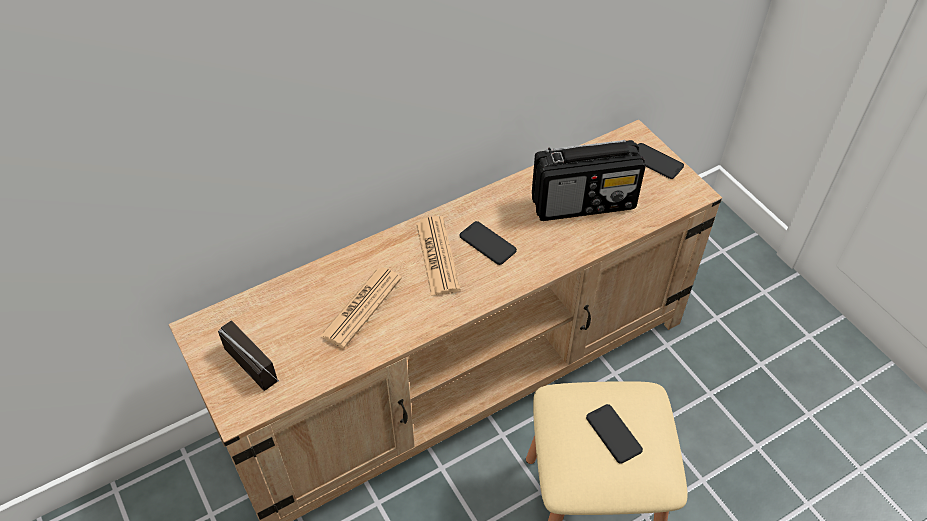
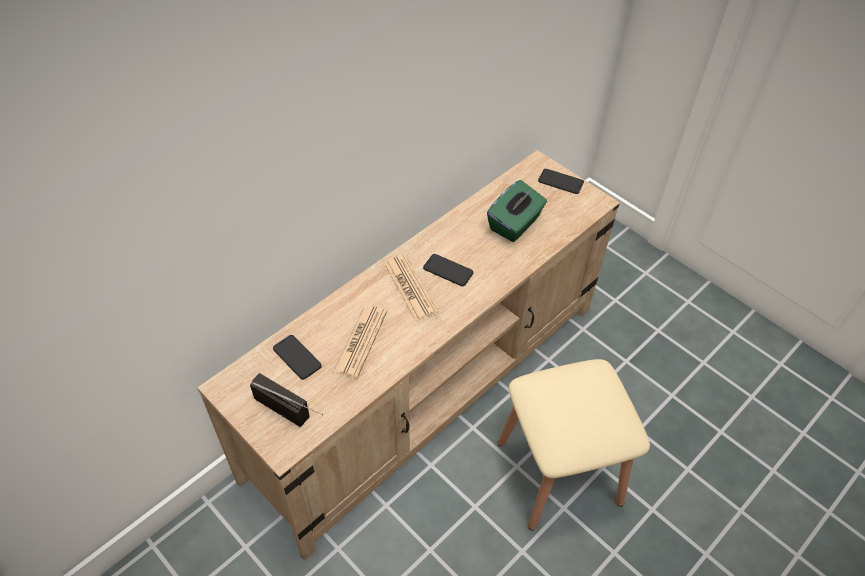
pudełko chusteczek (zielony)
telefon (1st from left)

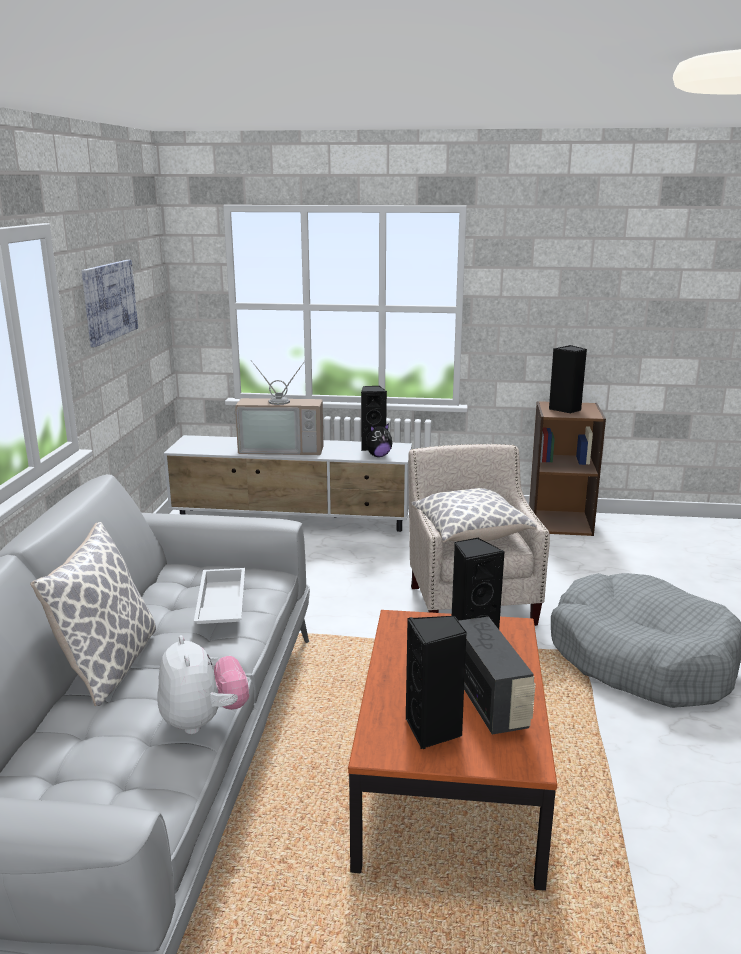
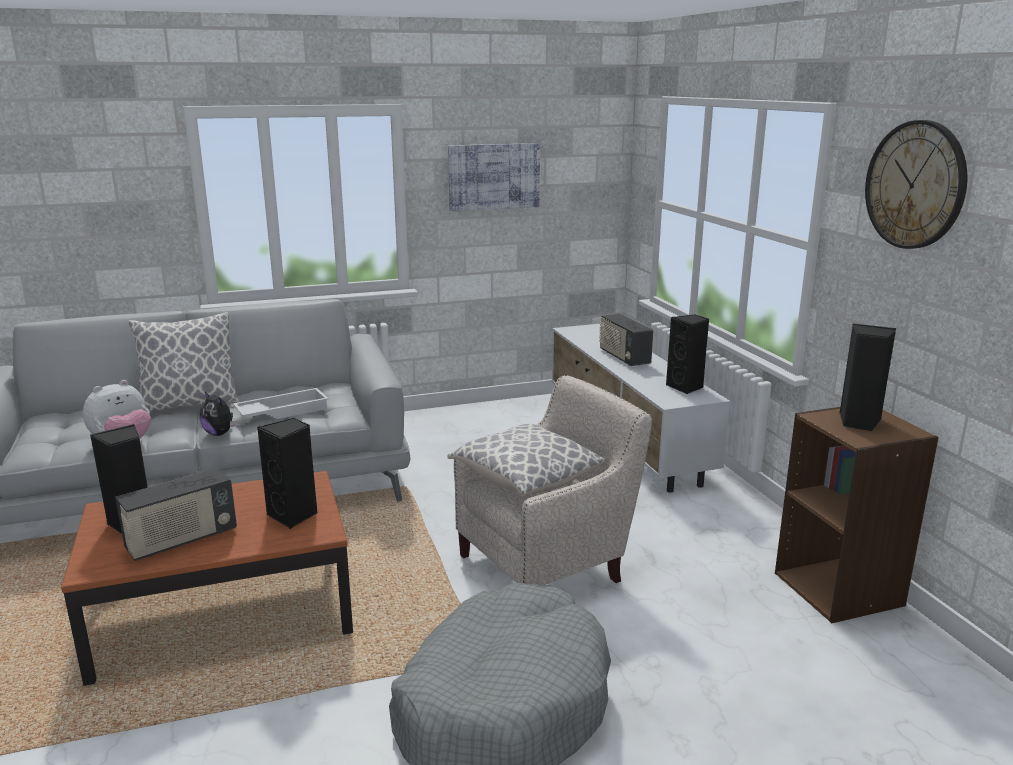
radio (2nd from left)
pluszak (2nd from left)
zegar ścienny

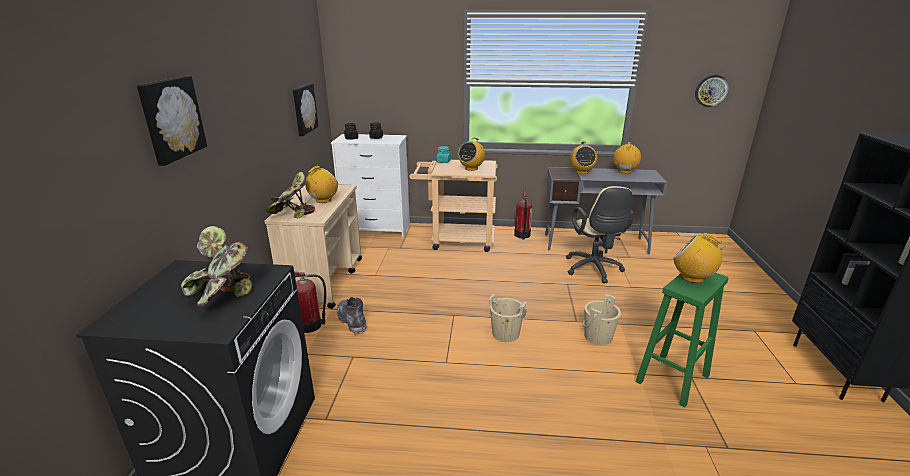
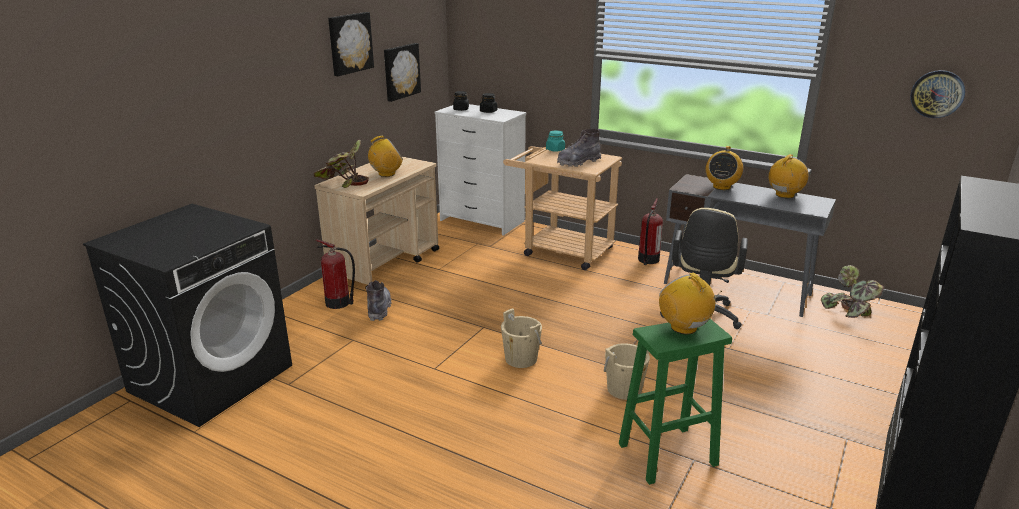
obraz (1st from left)
but z cholewką (szary) (2nd from left)
roślina doniczkowa (2nd from left)

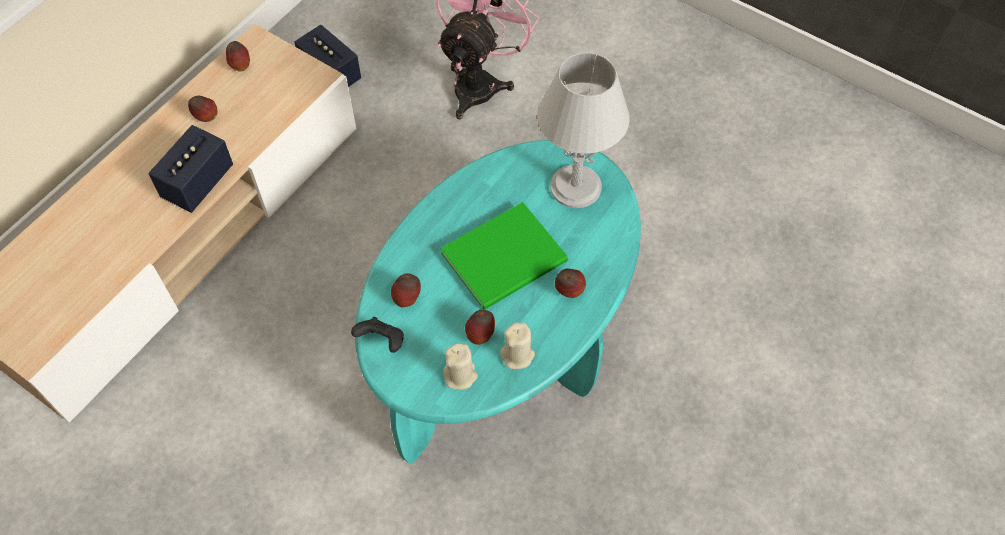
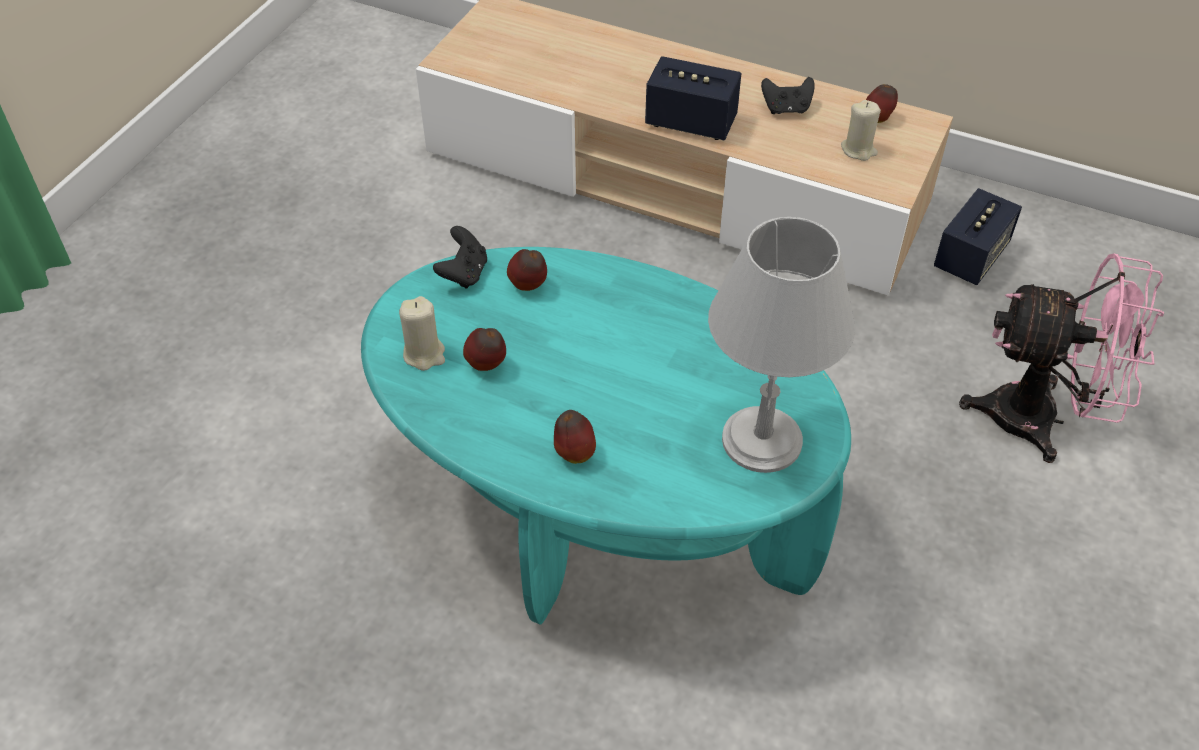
pad do gier (czarny) (2nd from left)
książka (zielony)
świeca (beżowy) (2nd from left)

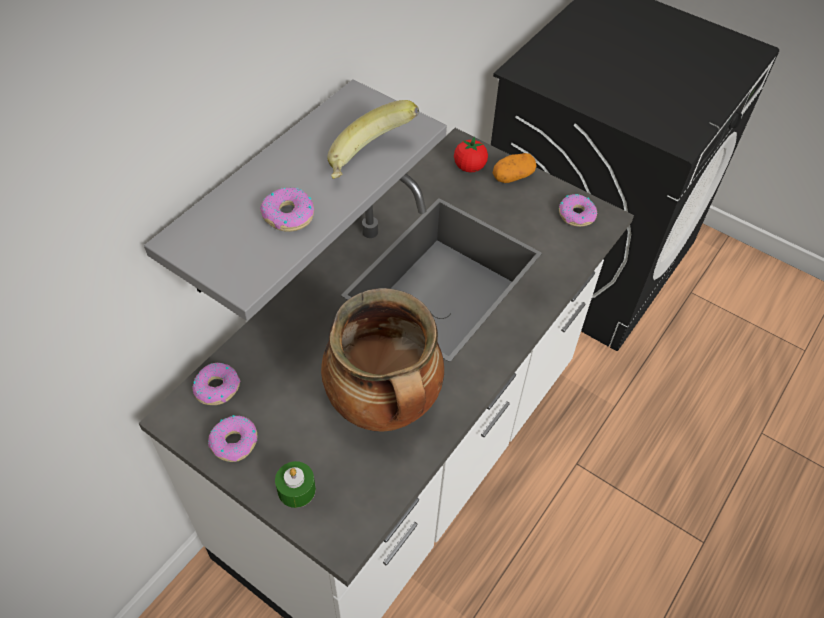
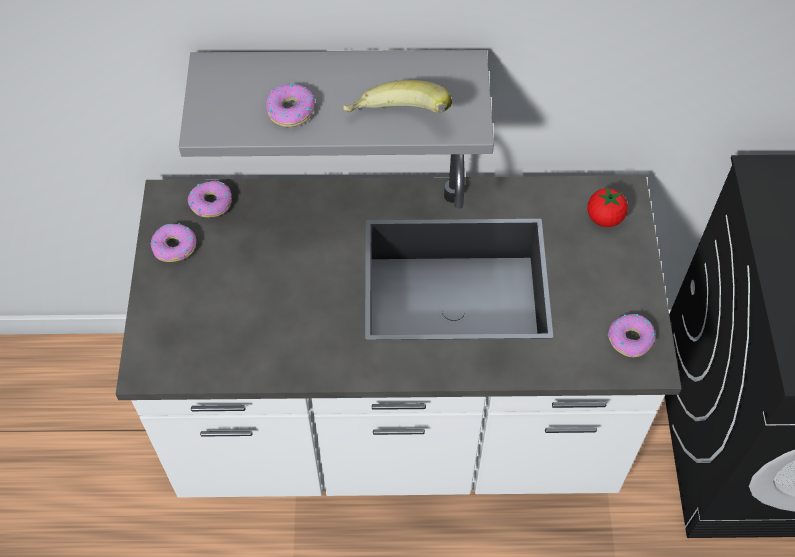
ziemniak
garnek
świeca (zielony)

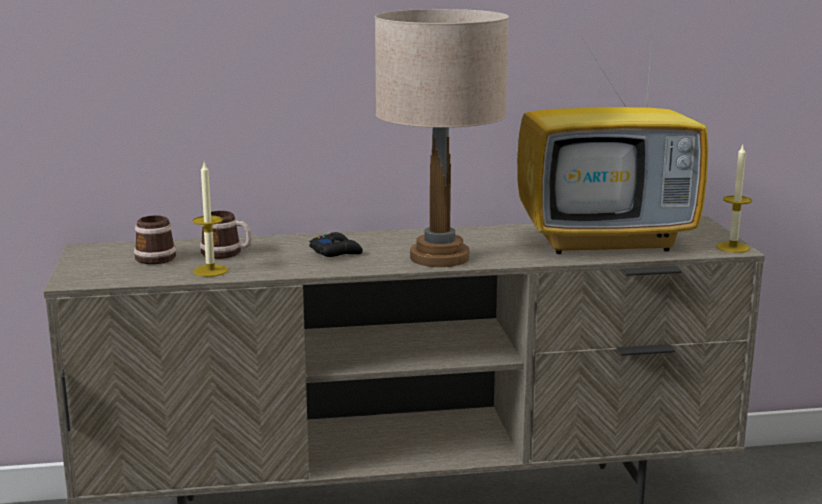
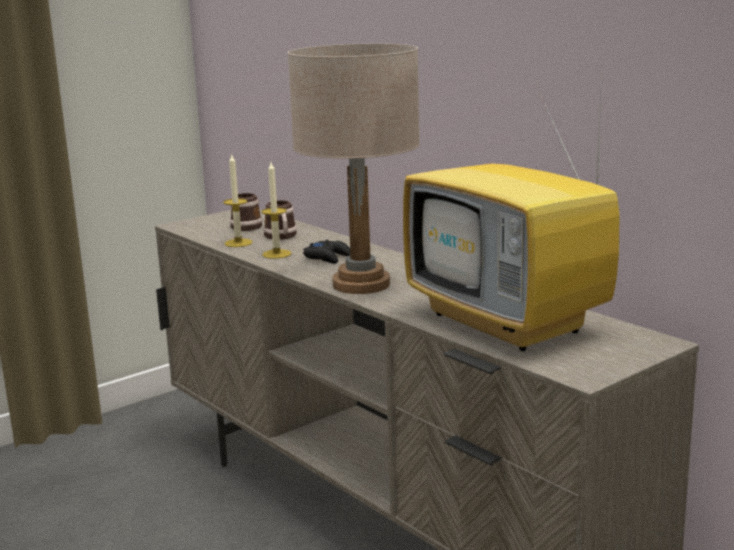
świeca (2nd from left)

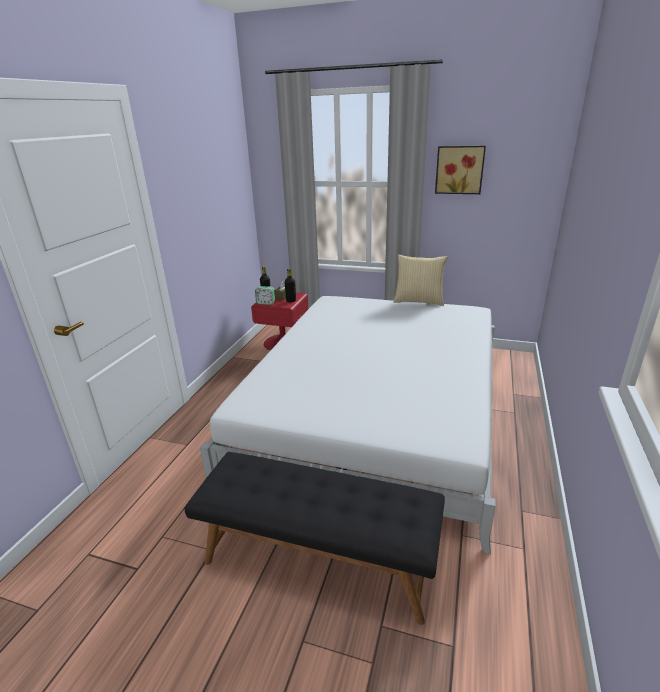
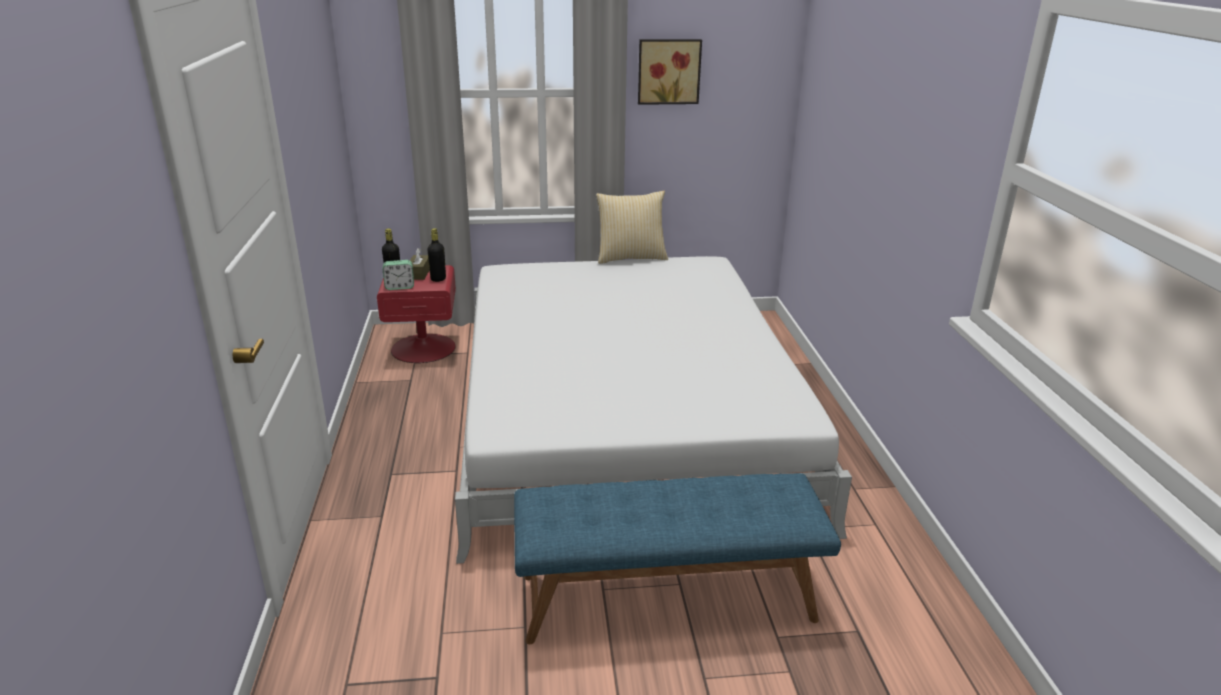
ławka (niebieski)

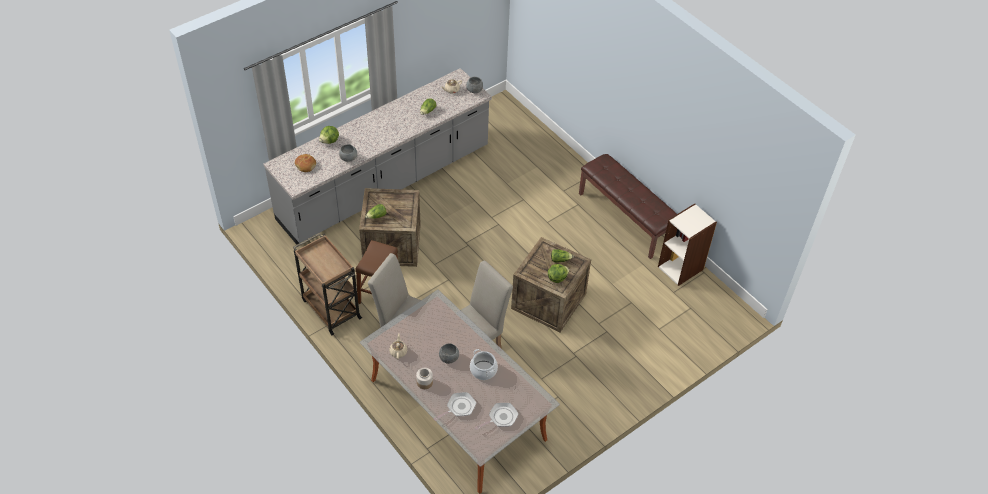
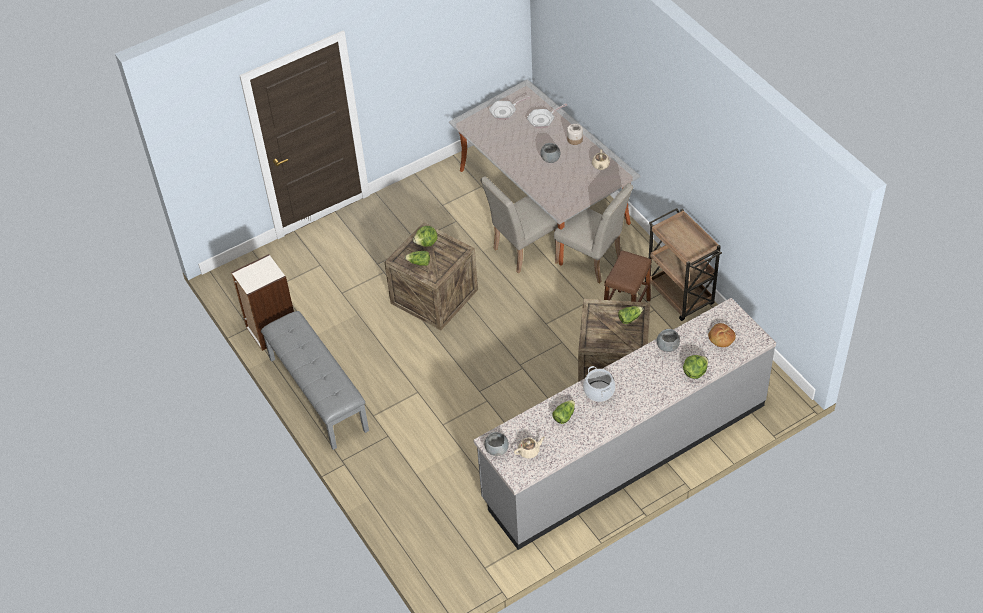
ławka (szary)
garnek

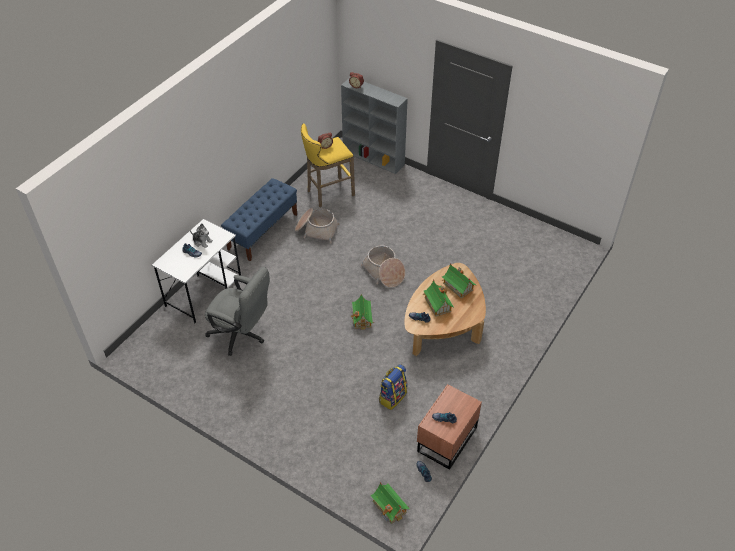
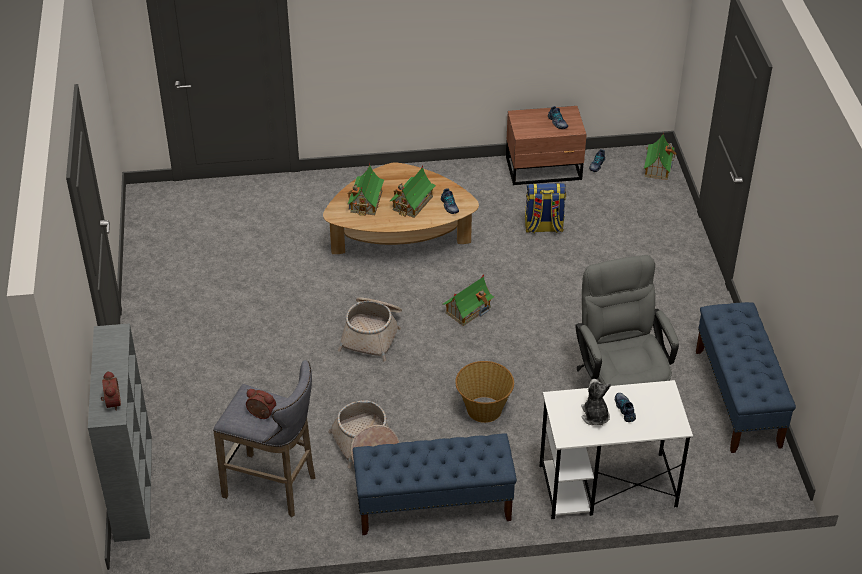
stołek (szary)
ławka (niebieski) (2nd from left)
koszyk (3rd from left)

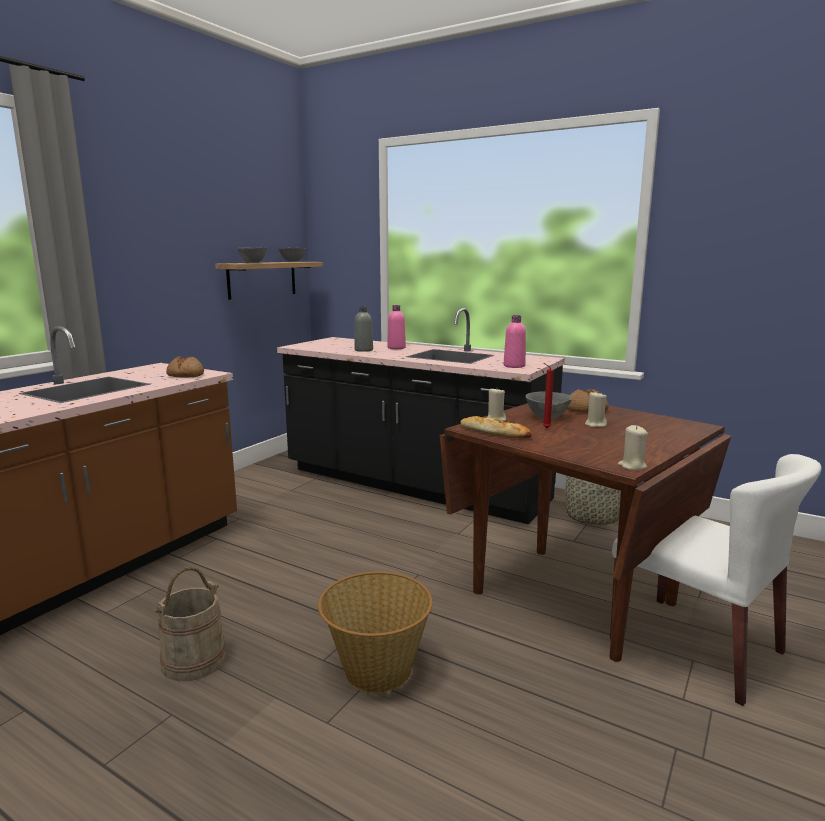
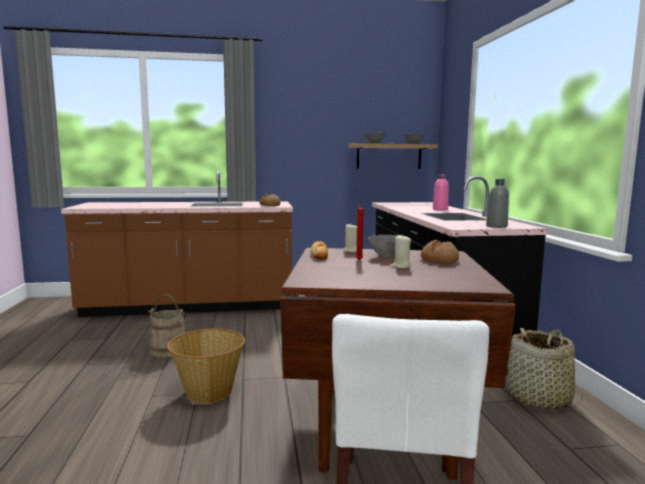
butelka (szary)
butelka (różowy) (2nd from left in the first image)
świeca (beżowy) (3rd from left in the first image)

